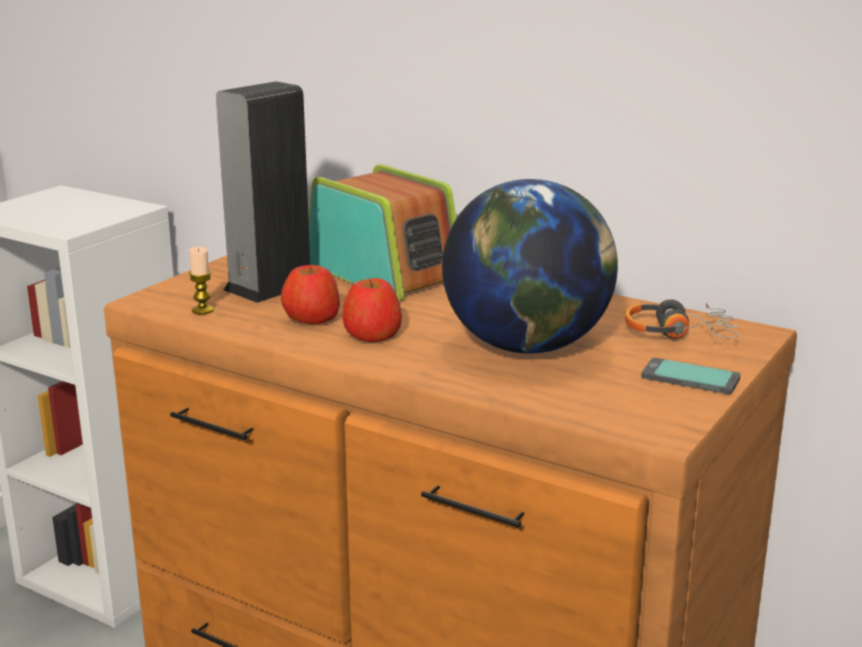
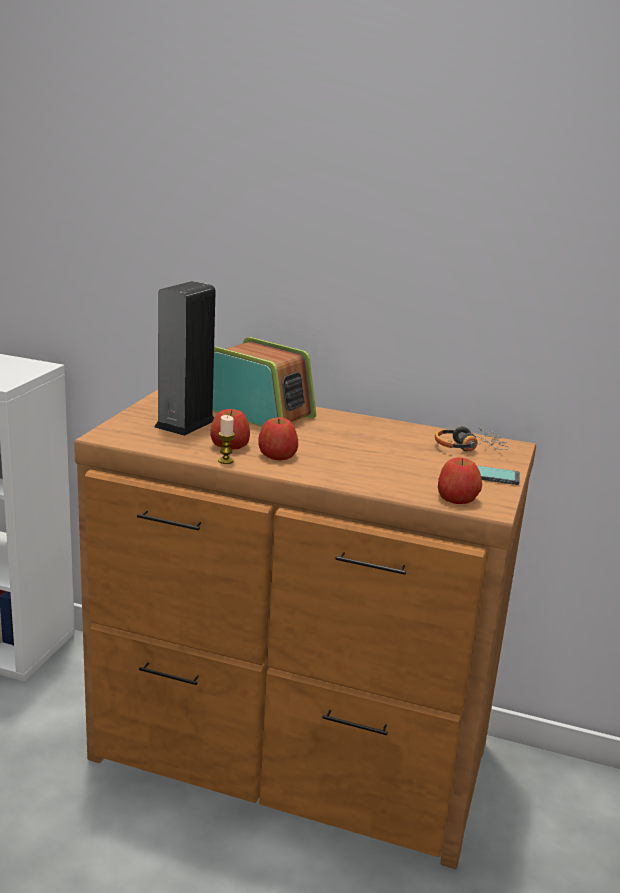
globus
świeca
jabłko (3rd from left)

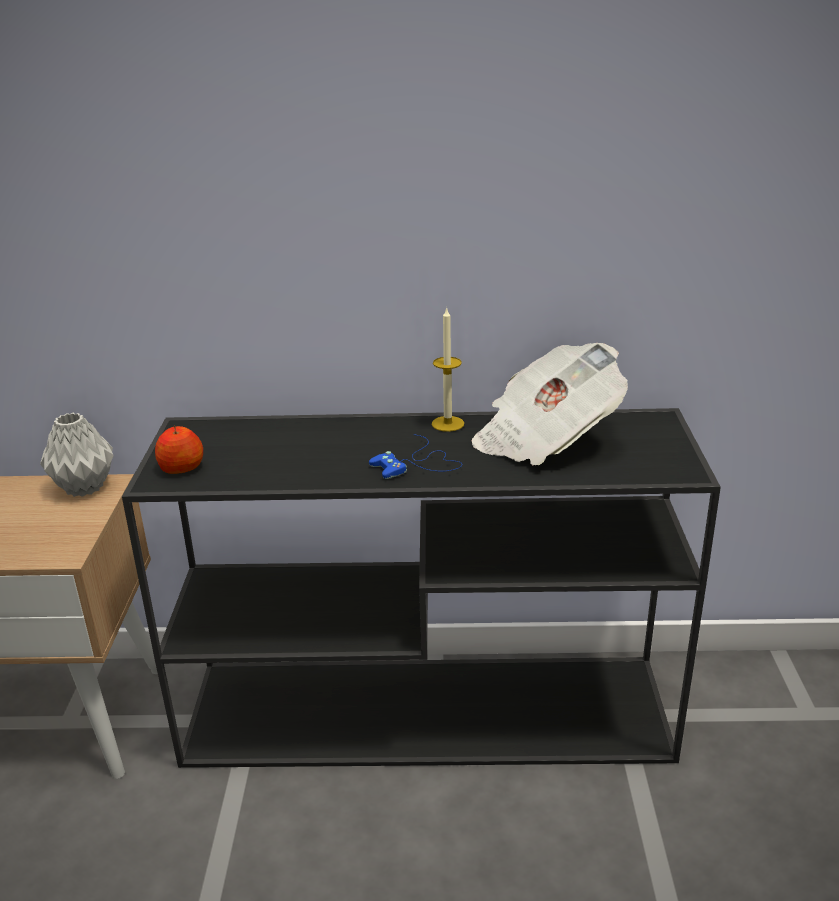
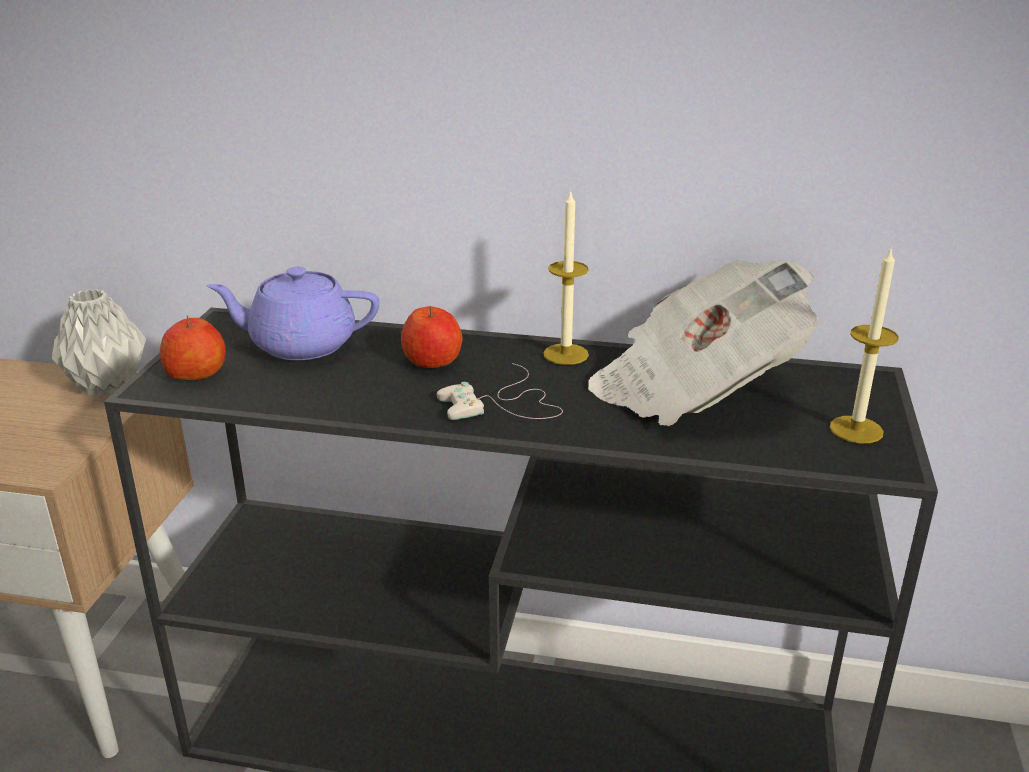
pad do gier (biały)
świeca (2nd from left)
imbryk (fioletowy)
jabłko (2nd from left)

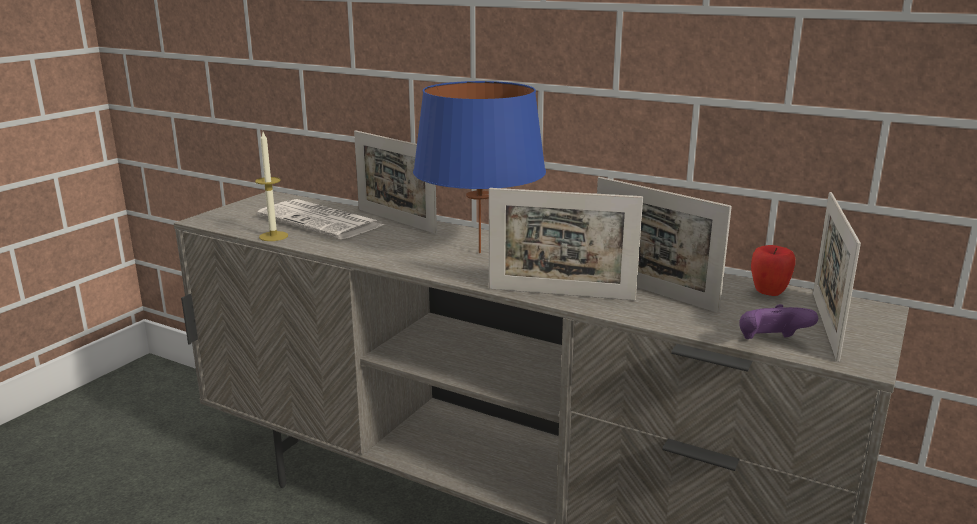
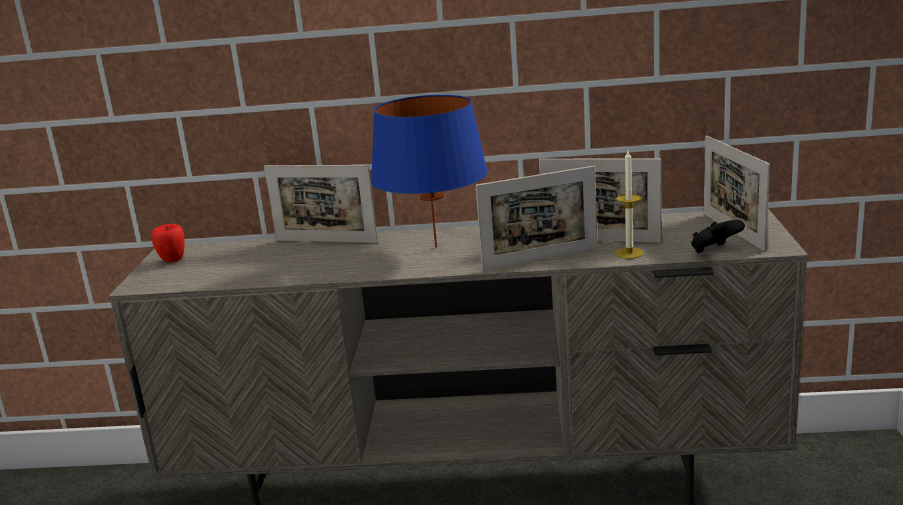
świeca
gazeta
jabłko
pad do gier (czarny)

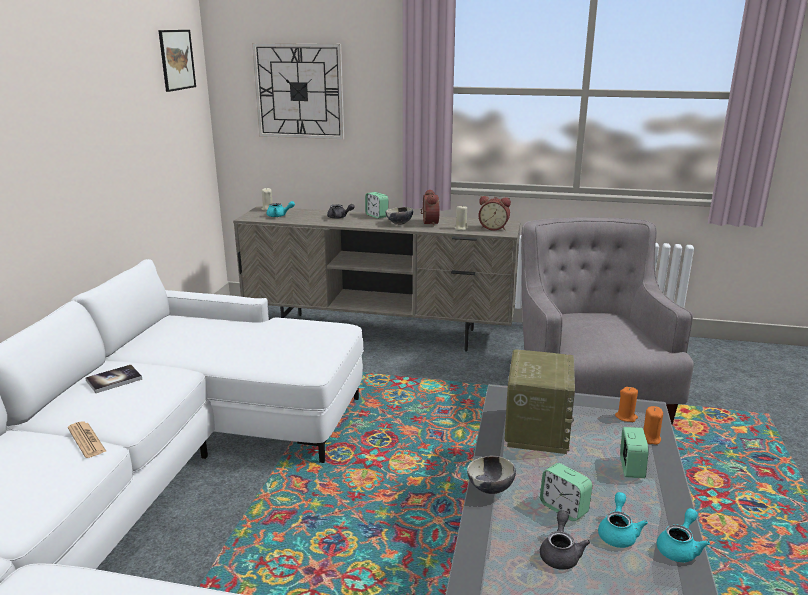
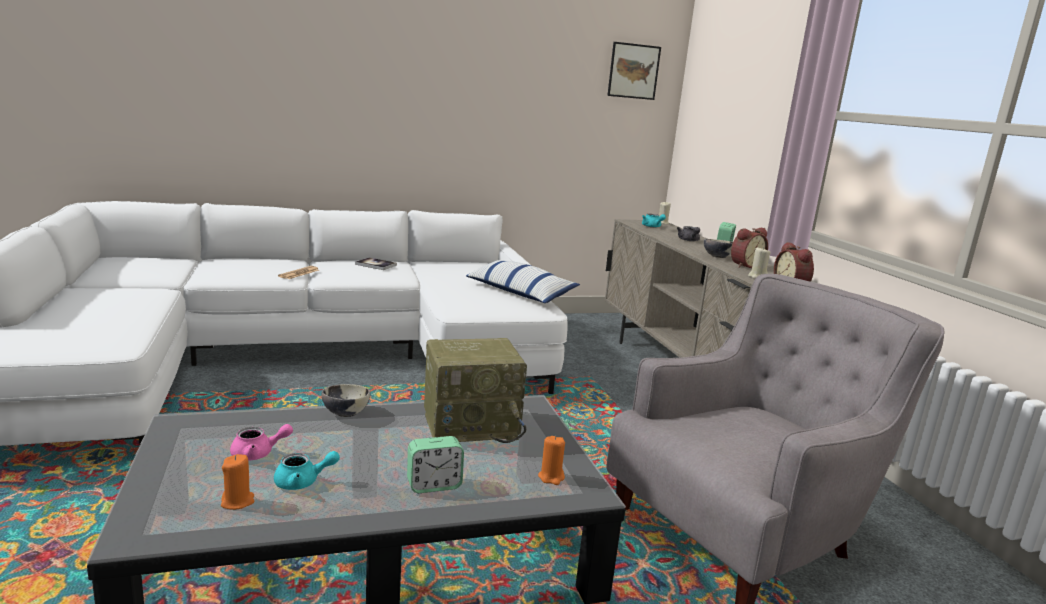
zegar ścienny
świeca (pomarańczowy) (1st from left)
budzik (4th from left in the first image)
imbryk (turkusowy) (3rd from left in the first image)
imbryk (różowy)
poduszka

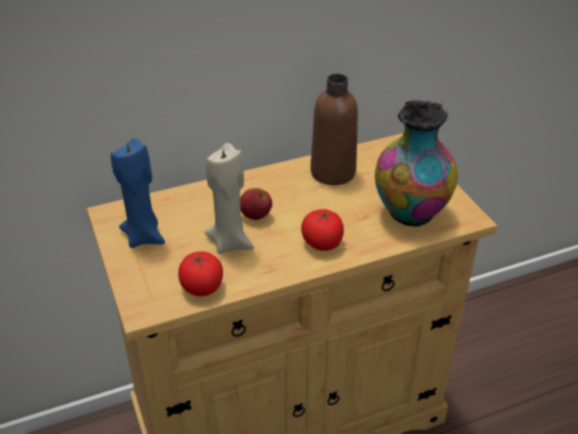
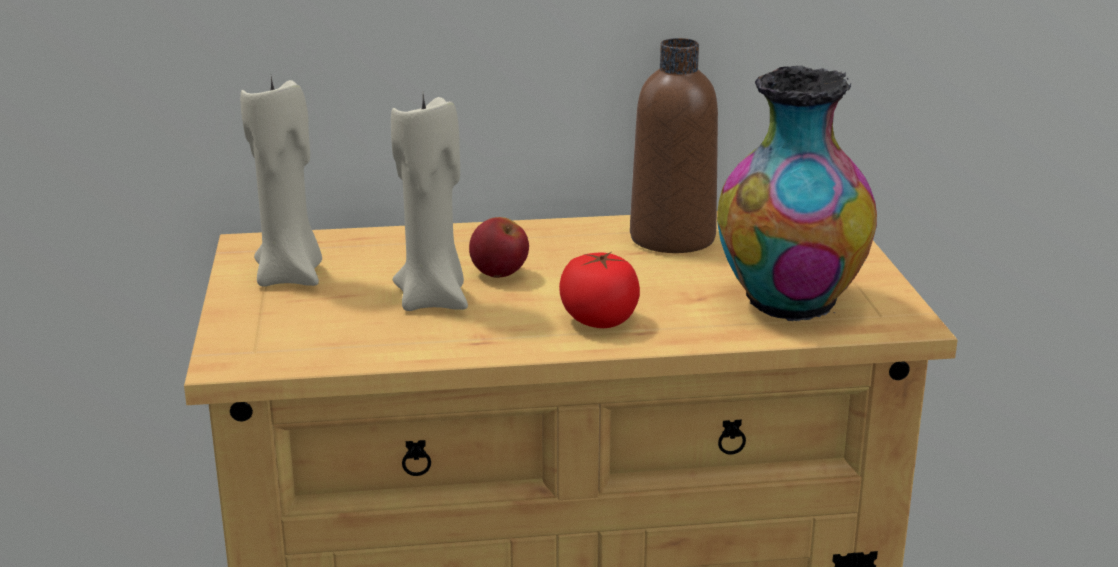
świeca (beżowy) (1st from left)
pomidor (1st from left in the first image)

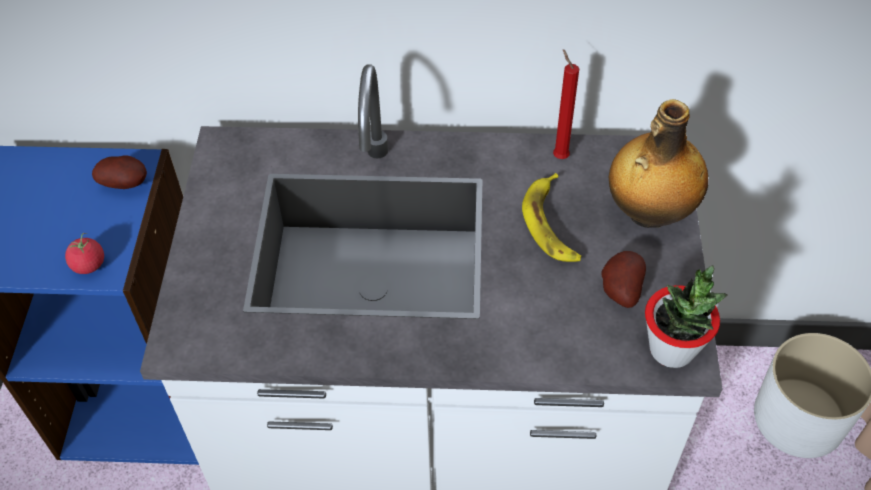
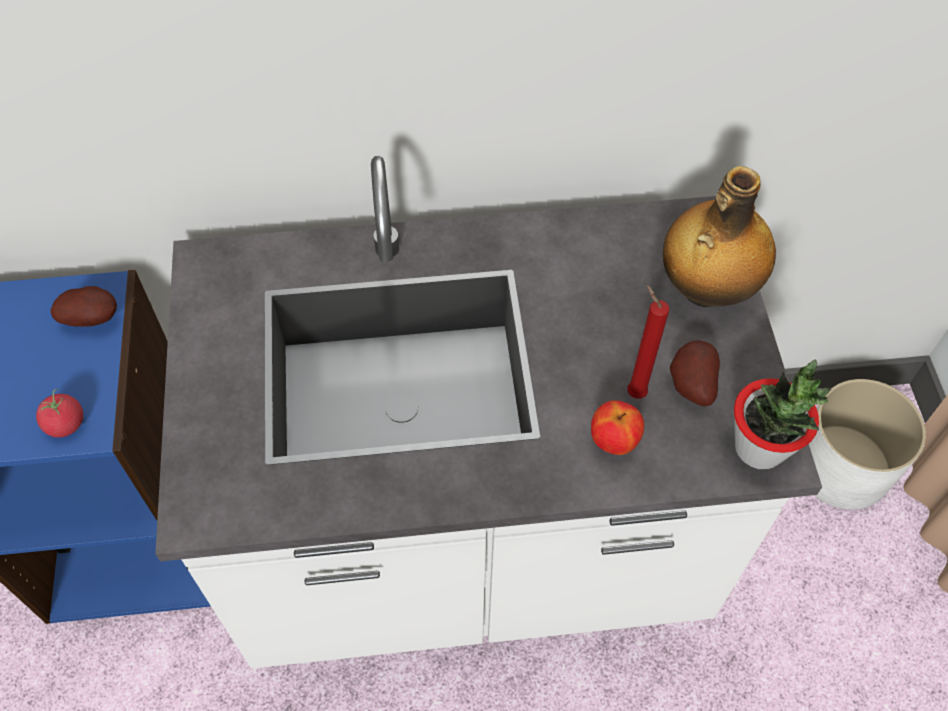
świeca (czerwony)
banan
jabłko

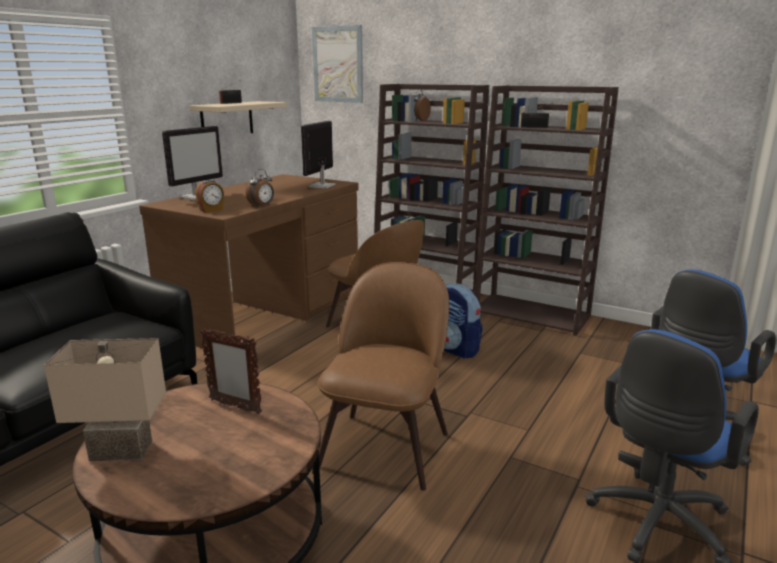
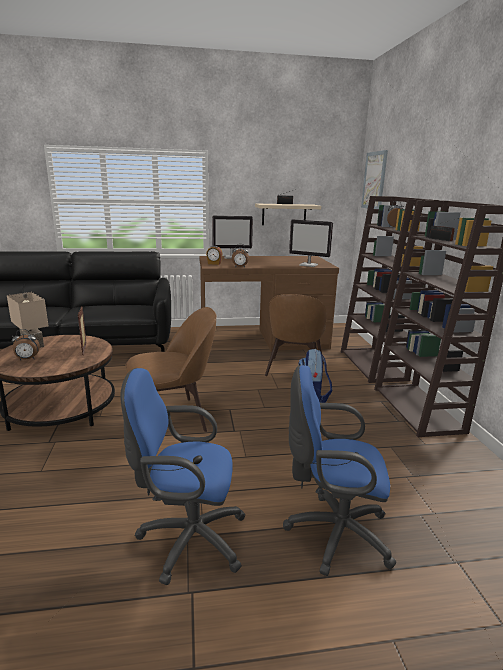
monitor (2nd from left)
budzik (1st from left)

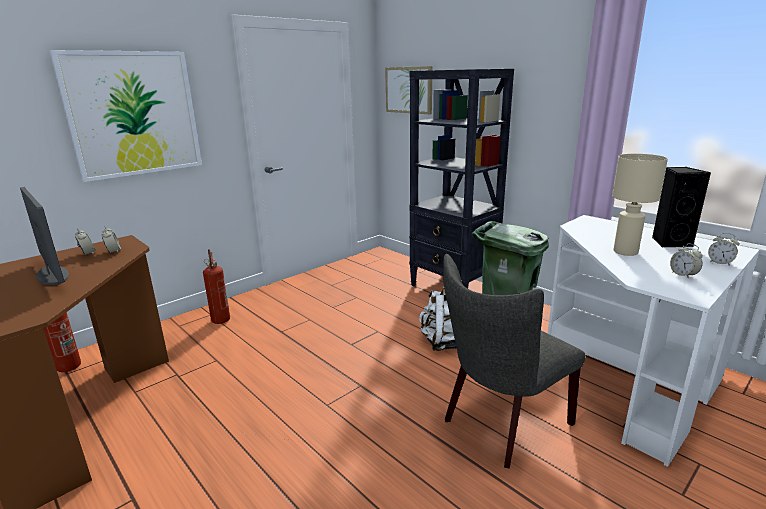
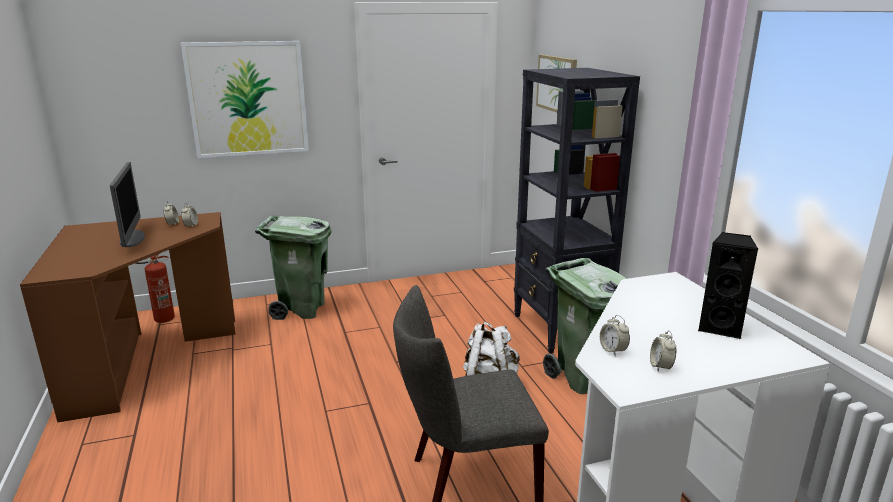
lampa stołowa (beżowy)
budzik (3rd from left)
kosz na śmieci (zielony) (1st from left)

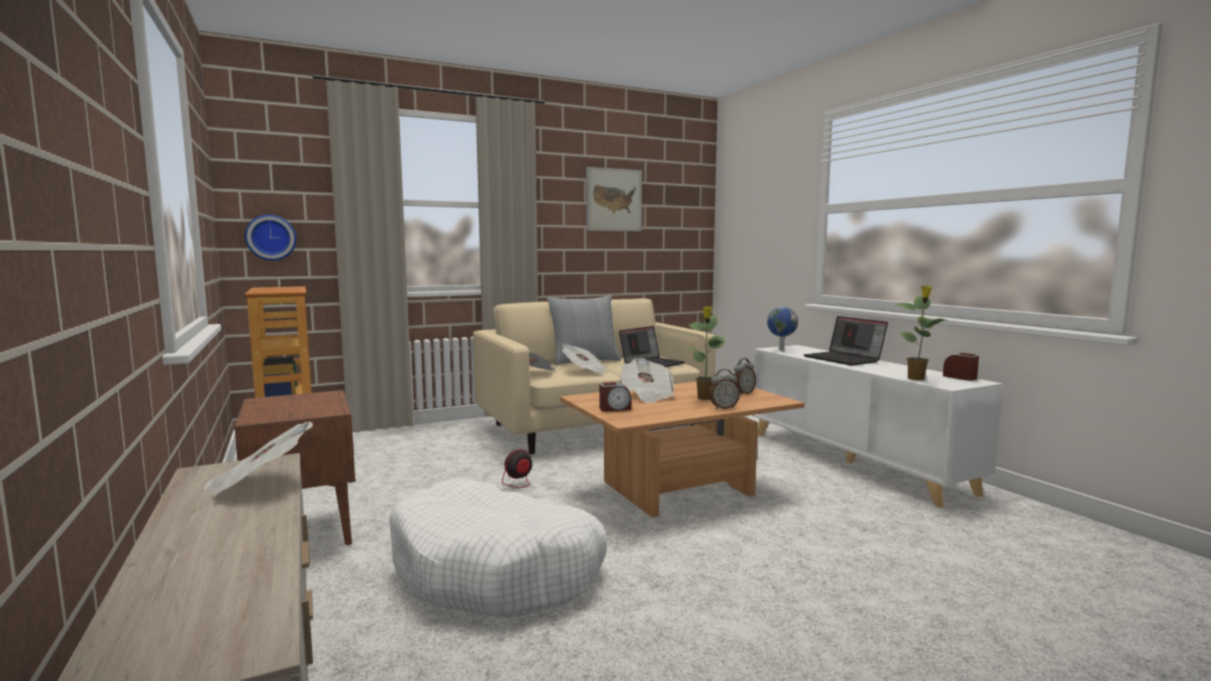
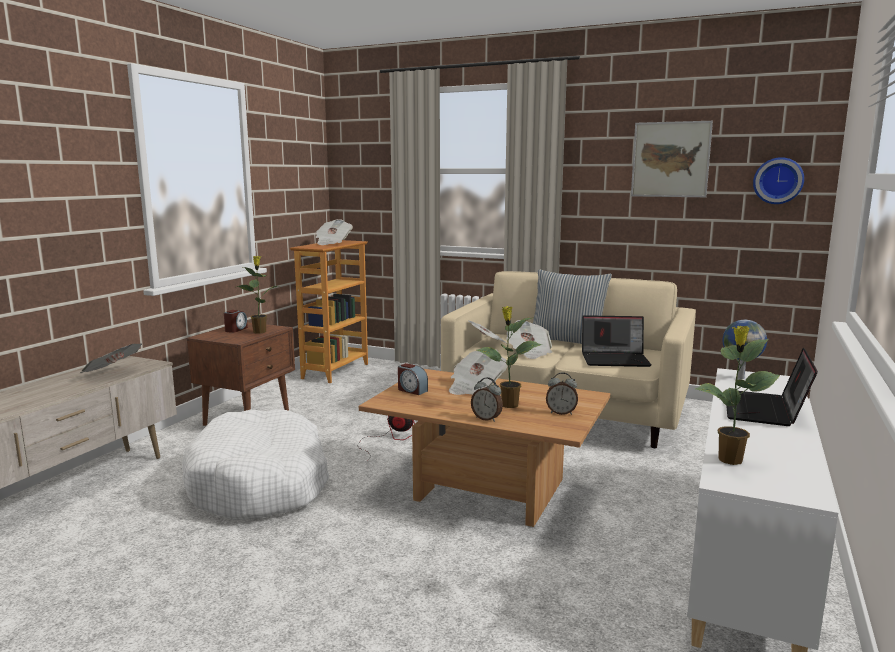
zegar ścienny
budzik (1st from left)
gazeta (2nd from left)
roślina doniczkowa (1st from left)

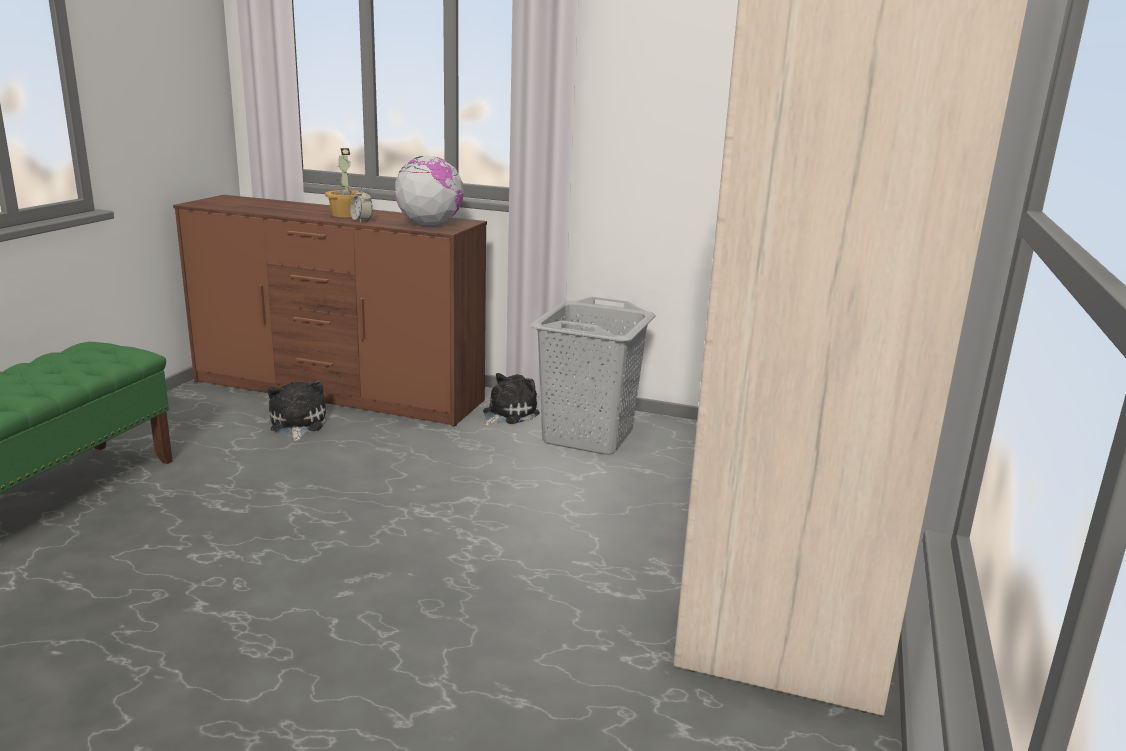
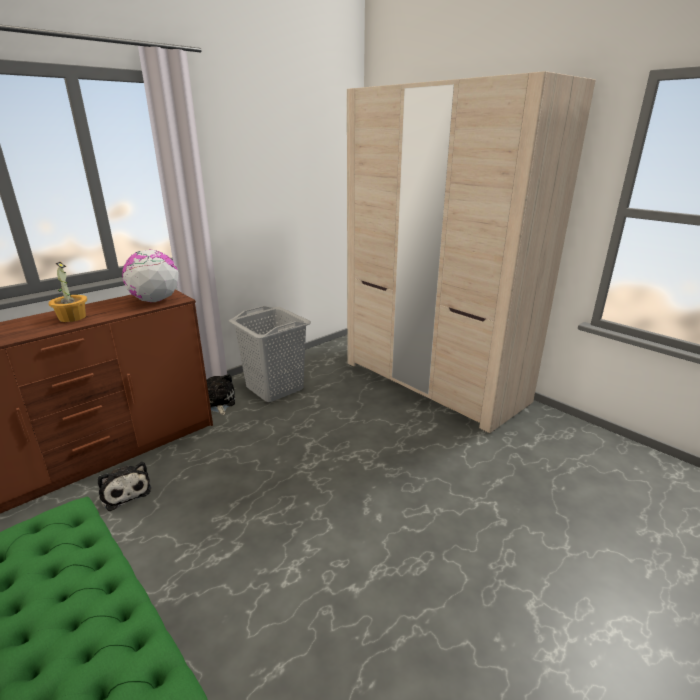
budzik
pluszak (1st from left)

